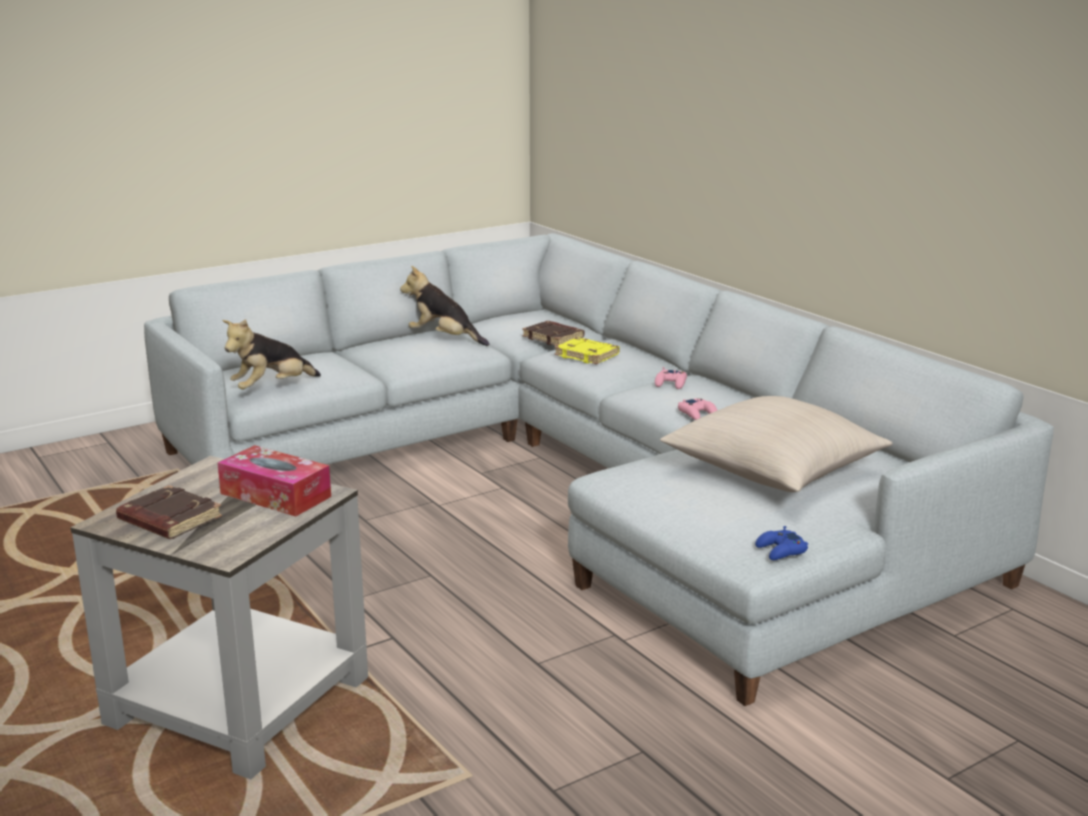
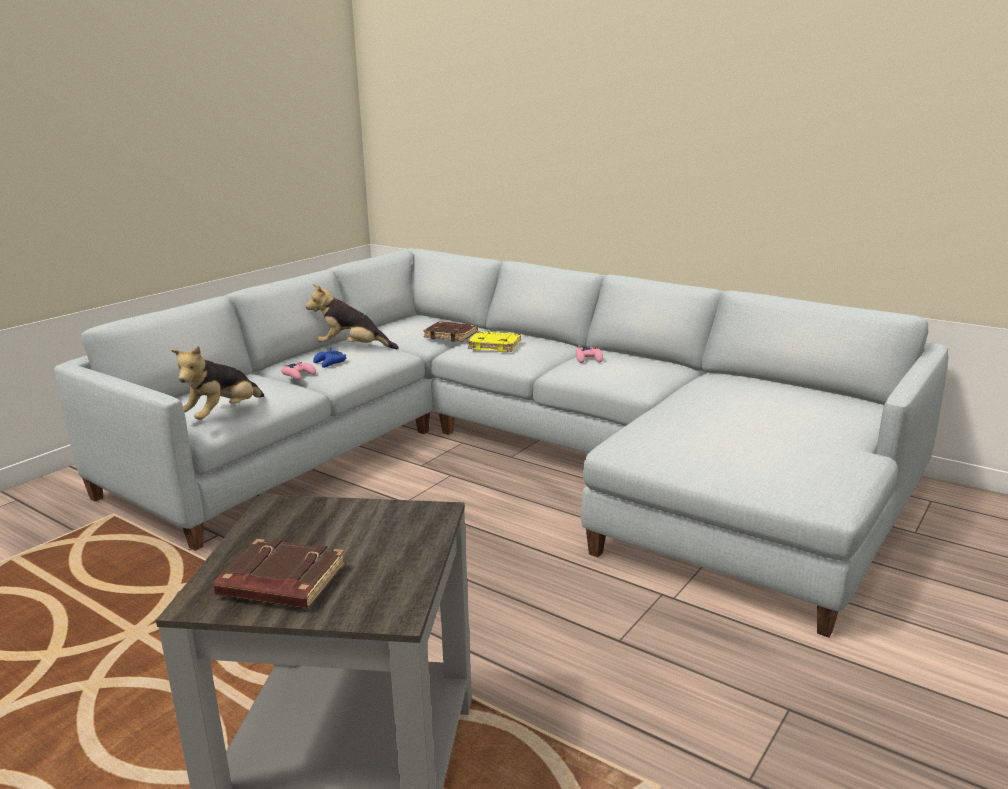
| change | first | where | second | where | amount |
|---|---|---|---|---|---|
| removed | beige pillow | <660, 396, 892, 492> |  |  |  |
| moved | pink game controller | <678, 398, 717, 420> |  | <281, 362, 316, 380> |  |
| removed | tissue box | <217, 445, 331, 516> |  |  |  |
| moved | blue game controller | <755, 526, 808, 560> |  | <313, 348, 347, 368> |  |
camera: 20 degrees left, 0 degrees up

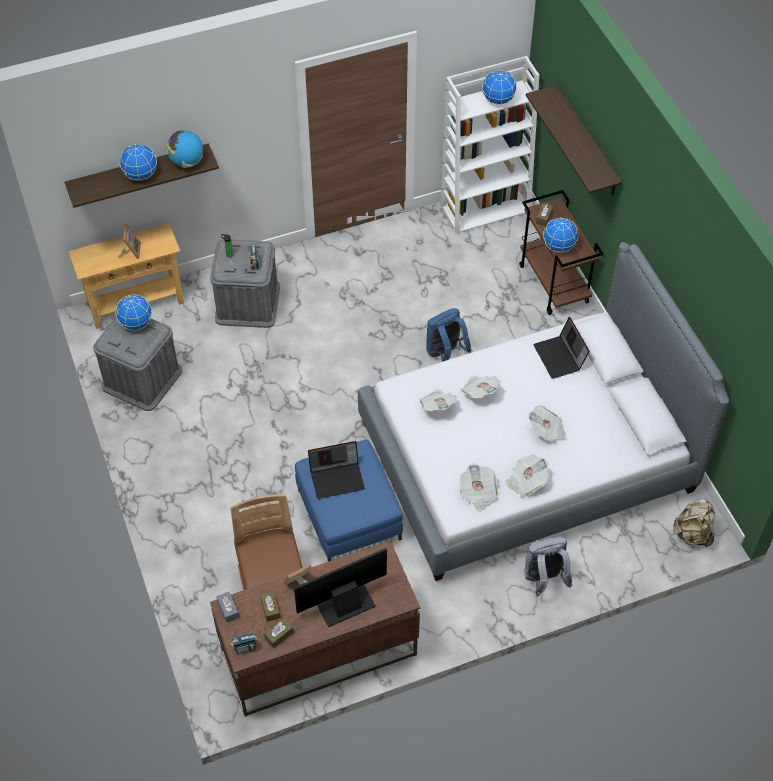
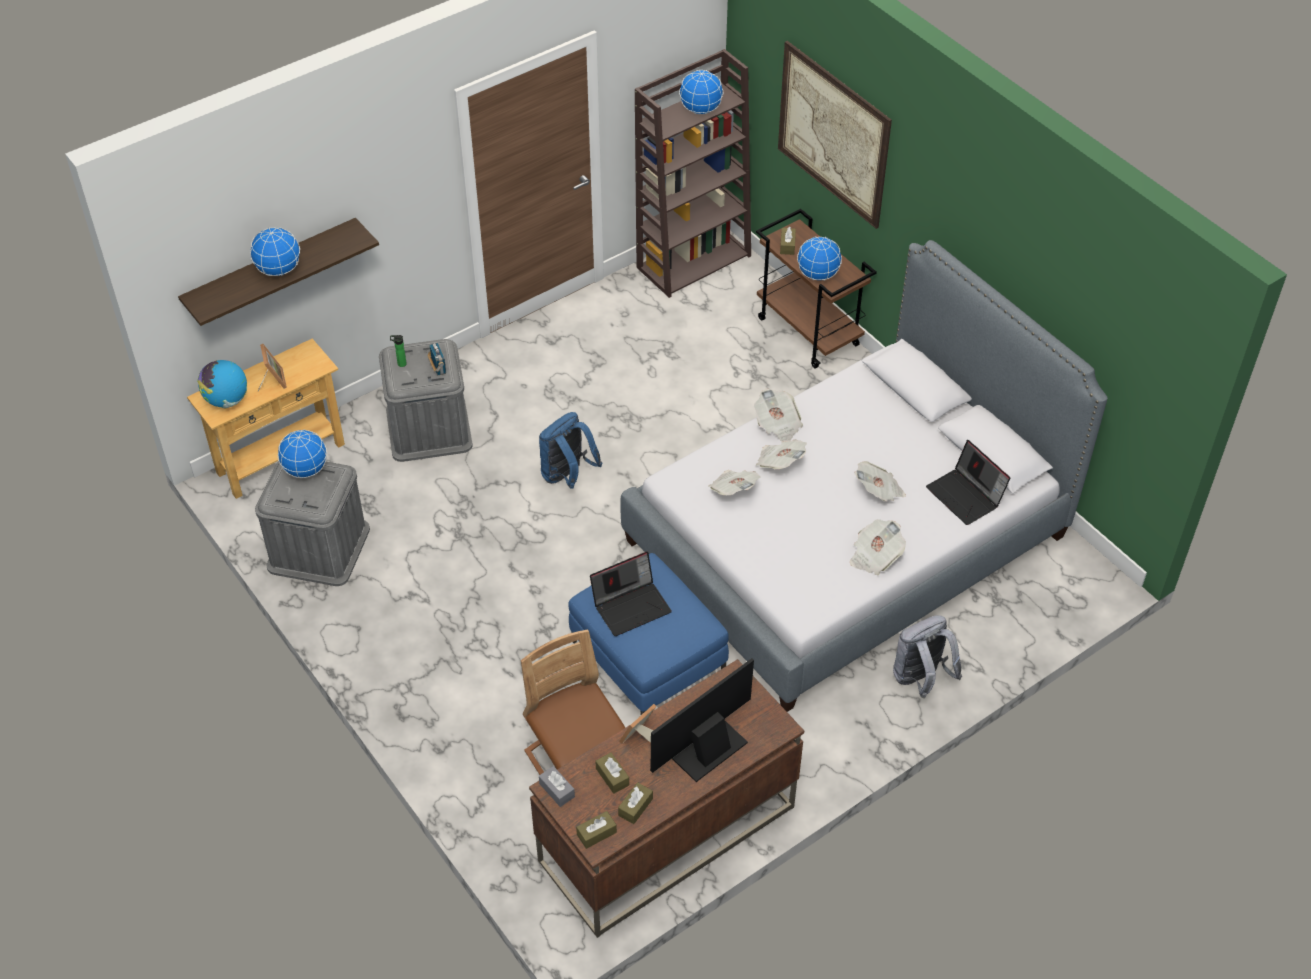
| change | first | where | second | where | amount |
|---|---|---|---|---|---|
| recoloured | white bookcase | <441, 56, 539, 235> | brown bookcase | <635, 49, 751, 298> |  |
| replaced | shelf | <526, 85, 622, 196> | picture | <778, 41, 892, 229> |  |
| moved | globe | <167, 130, 203, 168> |  | <198, 360, 247, 408> |  |
| moved | blue backpack | <426, 308, 472, 362> |  | <539, 412, 602, 489> |  |
| moved | laptop | <533, 317, 590, 379> |  | <926, 440, 1010, 525> |  |
| moved | newspaper | <460, 463, 498, 512> |  | <754, 388, 803, 442> |  |
| removed | beige backpack | <673, 499, 715, 547> |  |  |  |
| replaced | radio | <231, 633, 257, 655> | brown tissue box | <576, 811, 617, 849> |  |
camera: 15 degrees left, 5 degrees down

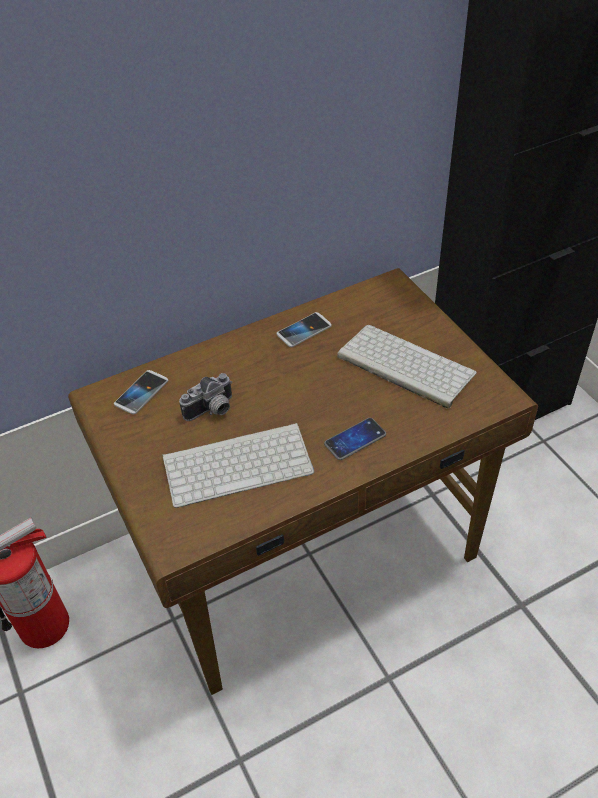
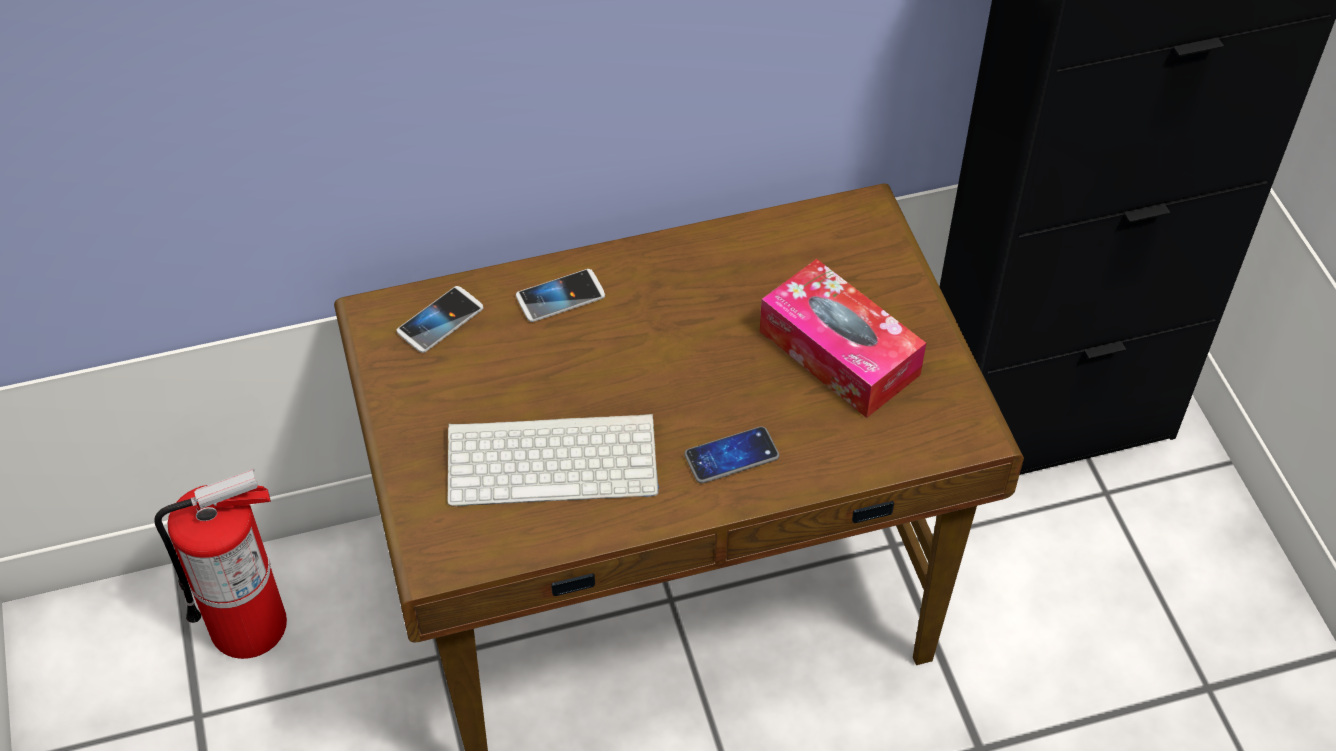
| change | first | where | second | where | amount |
|---|---|---|---|---|---|
| moved | phone | <277, 312, 332, 347> |  | <516, 269, 605, 322> |  |
| replaced | keyboard | <337, 325, 477, 408> | tissue box | <760, 259, 926, 418> |  |
| removed | photo camera | <179, 373, 232, 421> |  |  |  |
camera: 10 degrees right, 5 degrees up

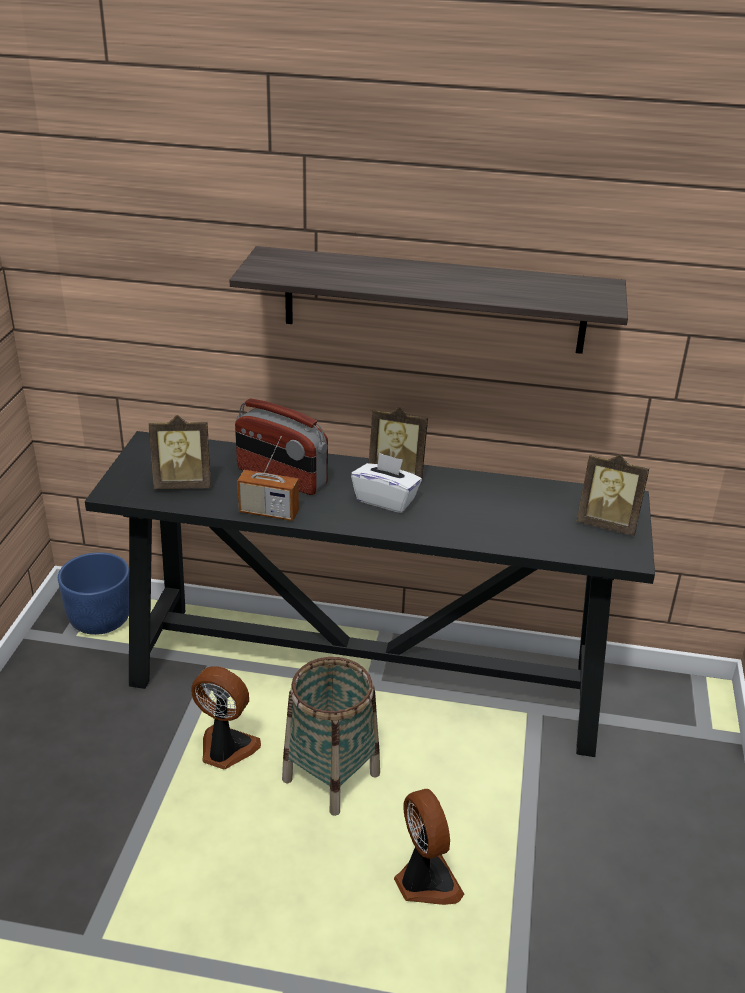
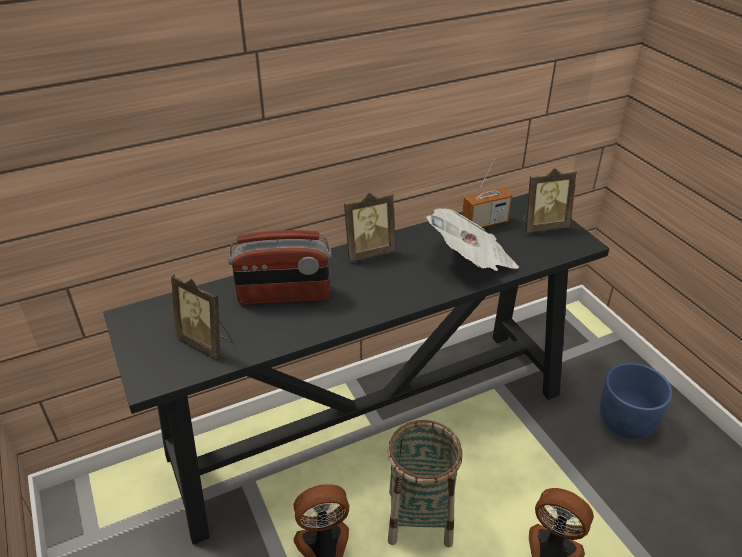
| change | first | where | second | where | amount |
|---|---|---|---|---|---|
| removed | shelf | <229, 246, 628, 354> |  |  |  |
| turned | picture frame | <149, 415, 211, 489> |  | <171, 274, 232, 358> | 75 degrees clockwise |
| moved | radio | <237, 436, 299, 521> |  | <462, 158, 513, 228> |  |
| removed | white tissue box | <351, 452, 422, 513> |  |  |  |
| moved | blue planter | <58, 552, 129, 635> |  | <600, 363, 672, 440> |  |
| added |  |  | newspaper | <426, 208, 519, 271> |  |
camera: 35 degrees left, 5 degrees up

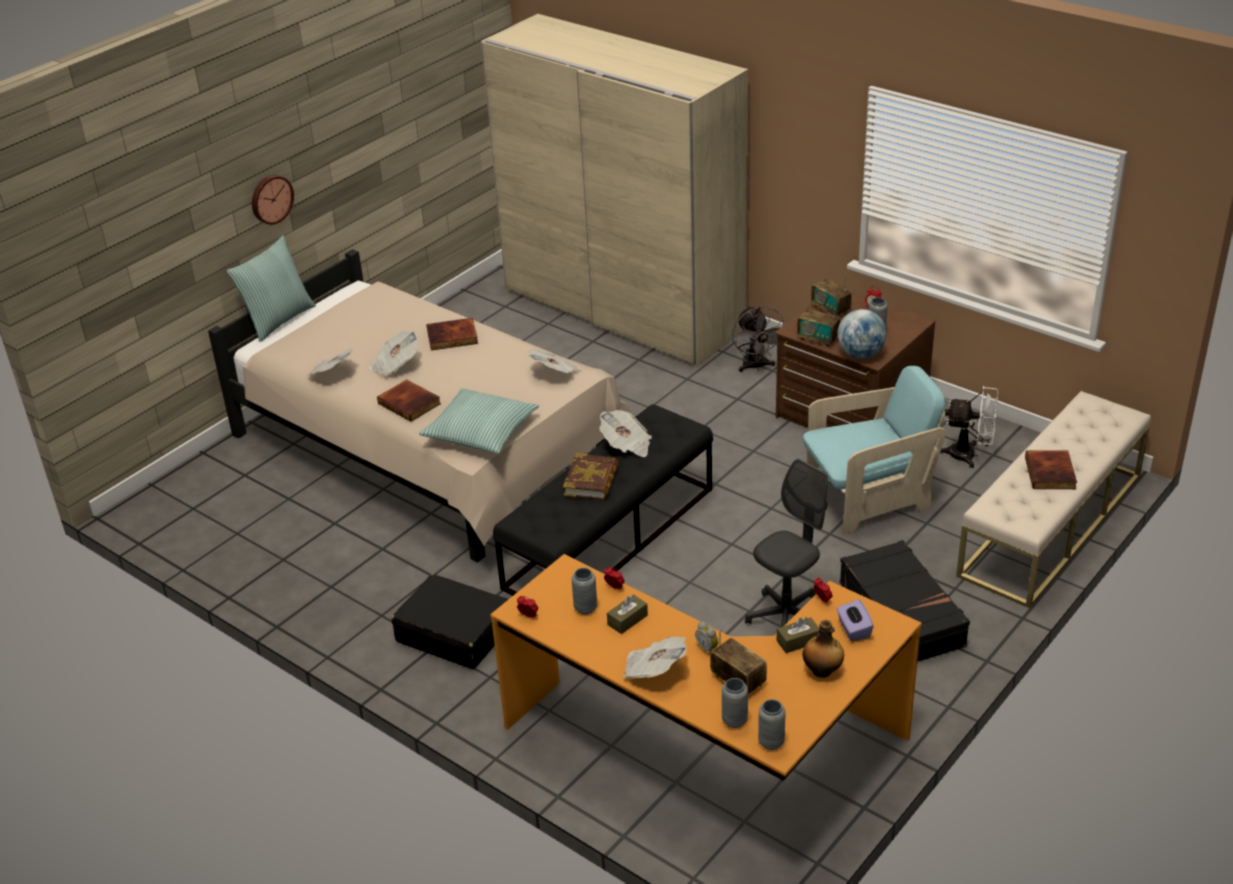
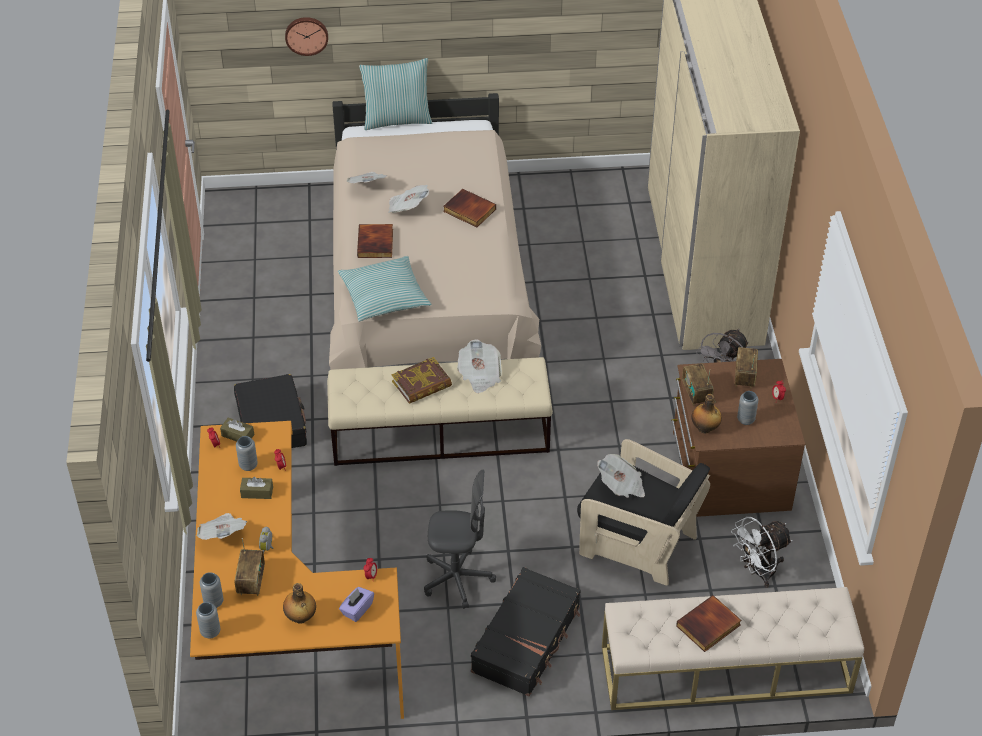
| change | first | where | second | where | amount |
|---|---|---|---|---|---|
| moved | wall clock | <252, 175, 294, 225> |  | <285, 17, 328, 56> |  |
| replaced | globe | <837, 309, 887, 358> | bottle | <692, 394, 722, 434> |  |
| moved | newspaper | <527, 349, 582, 373> |  | <597, 454, 645, 498> |  |
| recoloured | turquoise armchair | <803, 366, 946, 534> | black armchair | <577, 439, 710, 586> |  |
| turned | white fan | <940, 386, 998, 468> |  | <731, 517, 793, 588> | 90 degrees clockwise |
| recoloured | black bench | <493, 404, 713, 596> | beige bench | <327, 357, 553, 466> |  |
| moved | brown tissue box | <777, 617, 819, 653> |  | <220, 418, 254, 442> |  |
camera: 45 degrees right, 10 degrees up

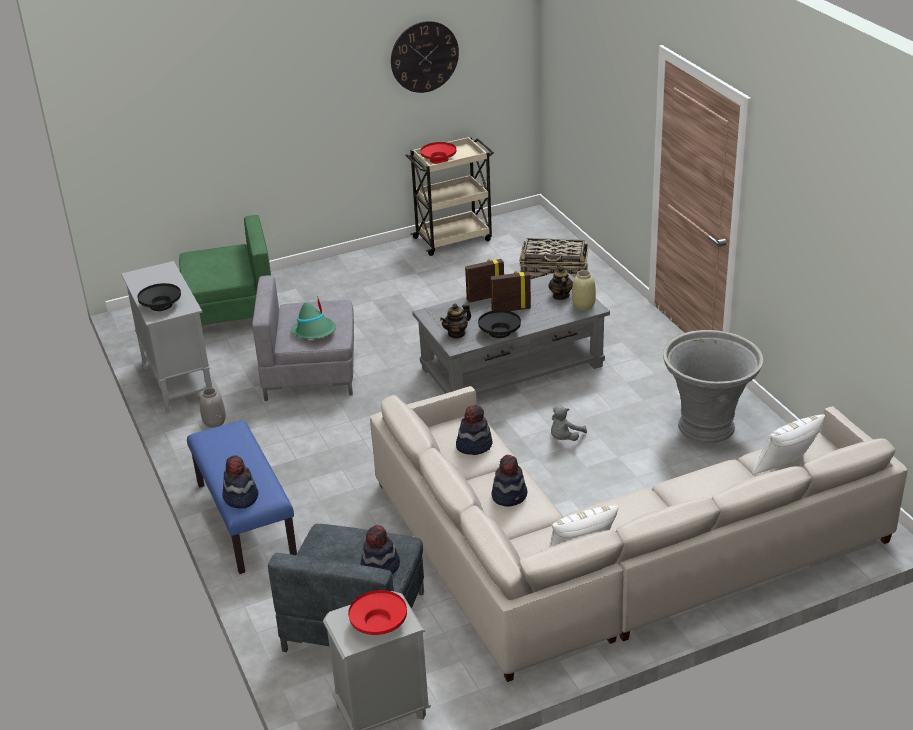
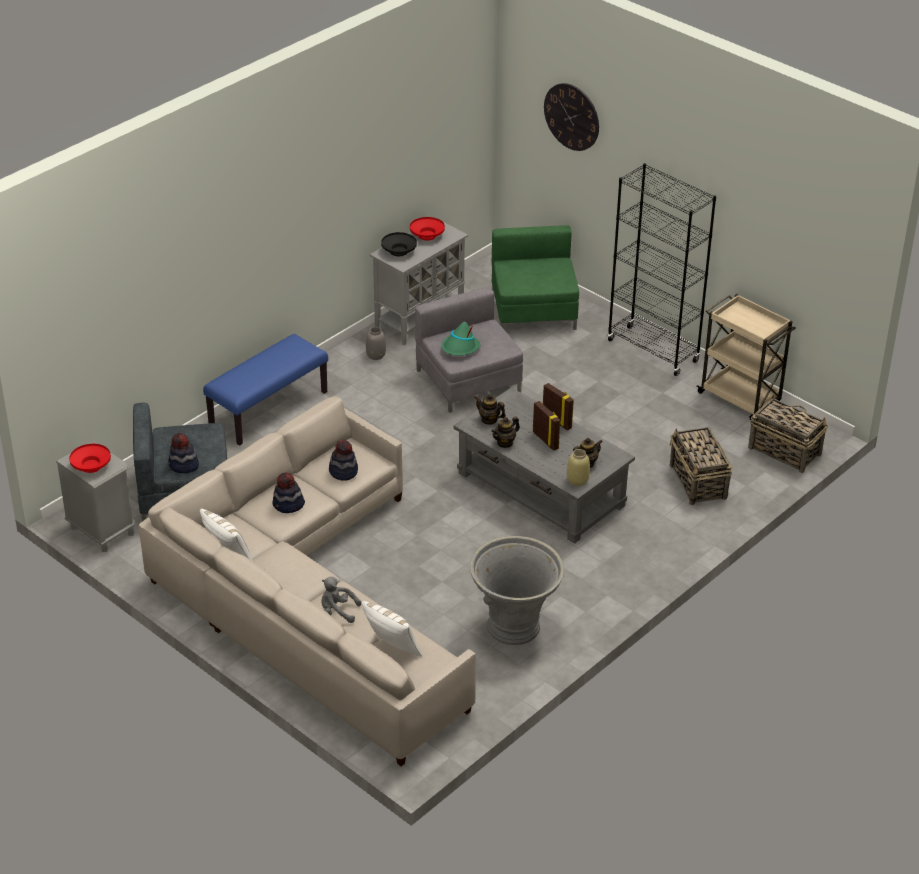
| change | first | where | second | where | amount |
|---|---|---|---|---|---|
| moved | wall clock | <391, 21, 459, 93> |  | <544, 83, 599, 151> |  |
| moved | red bowl | <420, 142, 456, 164> |  | <410, 217, 445, 240> |  |
| turned | green armchair | <179, 215, 271, 327> |  | <492, 225, 579, 330> | 150 degrees counterclockwise |
| replaced | black bowl | <478, 310, 521, 338> | teapot | <491, 417, 520, 448> |  |
| moved | grey plush toy | <551, 405, 587, 441> |  | <321, 577, 361, 623> |  |
| removed | hat | <222, 455, 258, 508> |  |  |  |
| added |  |  | black bookcase | <607, 163, 716, 376> |  |
| added |  |  | basket | <748, 394, 828, 473> |  |
camera: 65 degrees right, 5 degrees up

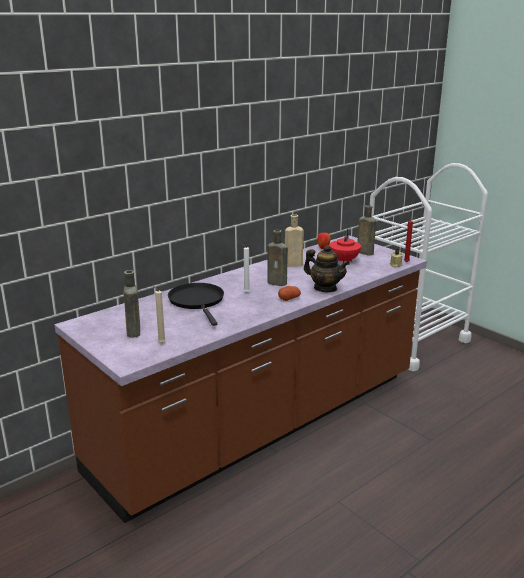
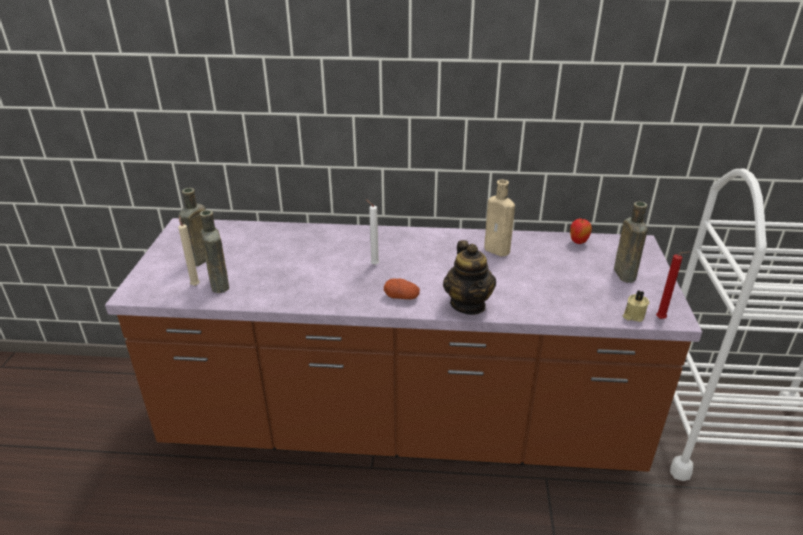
| change | first | where | second | where | amount |
|---|---|---|---|---|---|
| removed | red teapot | <329, 229, 361, 263> |  |  |  |
| moved | brown bottle | <267, 230, 288, 286> |  | <200, 210, 229, 293> |  |
| removed | black frying pan | <168, 283, 224, 326> |  |  |  |
camera: 45 degrees right, 10 degrees up

